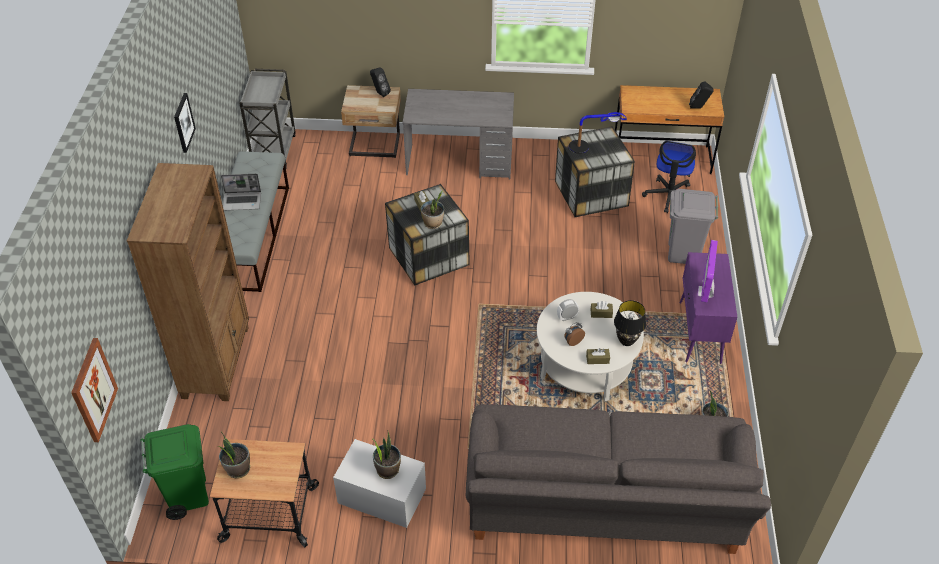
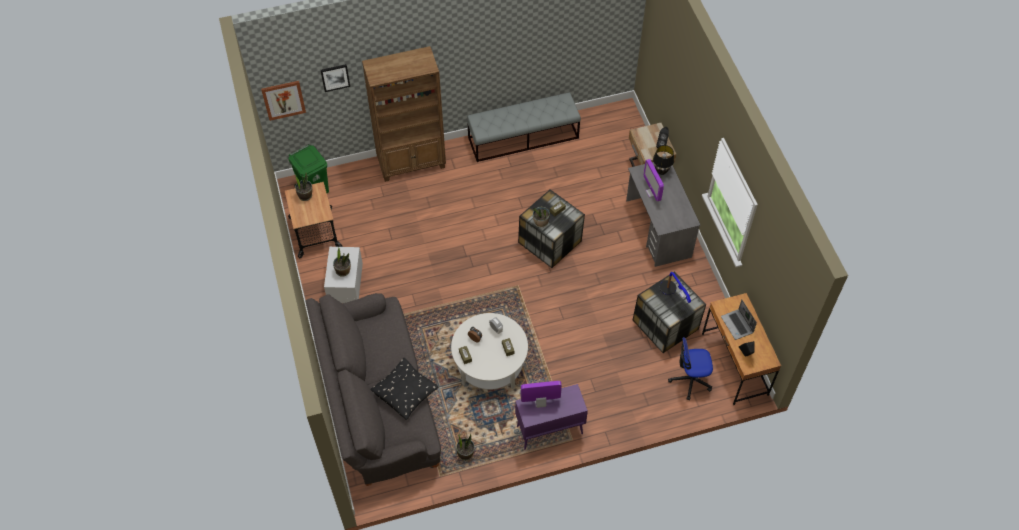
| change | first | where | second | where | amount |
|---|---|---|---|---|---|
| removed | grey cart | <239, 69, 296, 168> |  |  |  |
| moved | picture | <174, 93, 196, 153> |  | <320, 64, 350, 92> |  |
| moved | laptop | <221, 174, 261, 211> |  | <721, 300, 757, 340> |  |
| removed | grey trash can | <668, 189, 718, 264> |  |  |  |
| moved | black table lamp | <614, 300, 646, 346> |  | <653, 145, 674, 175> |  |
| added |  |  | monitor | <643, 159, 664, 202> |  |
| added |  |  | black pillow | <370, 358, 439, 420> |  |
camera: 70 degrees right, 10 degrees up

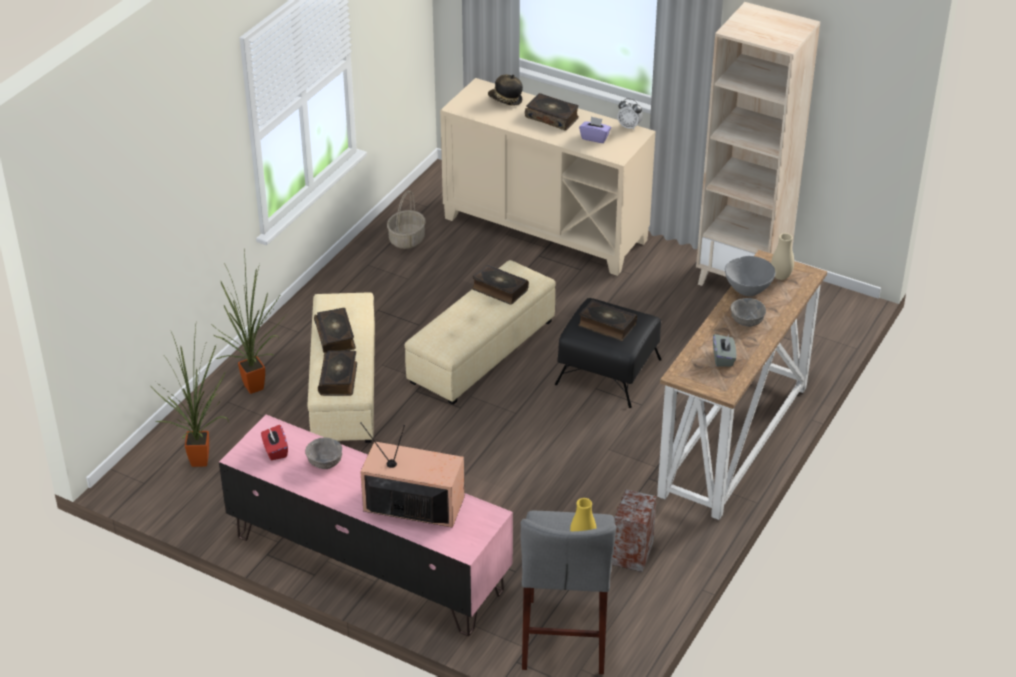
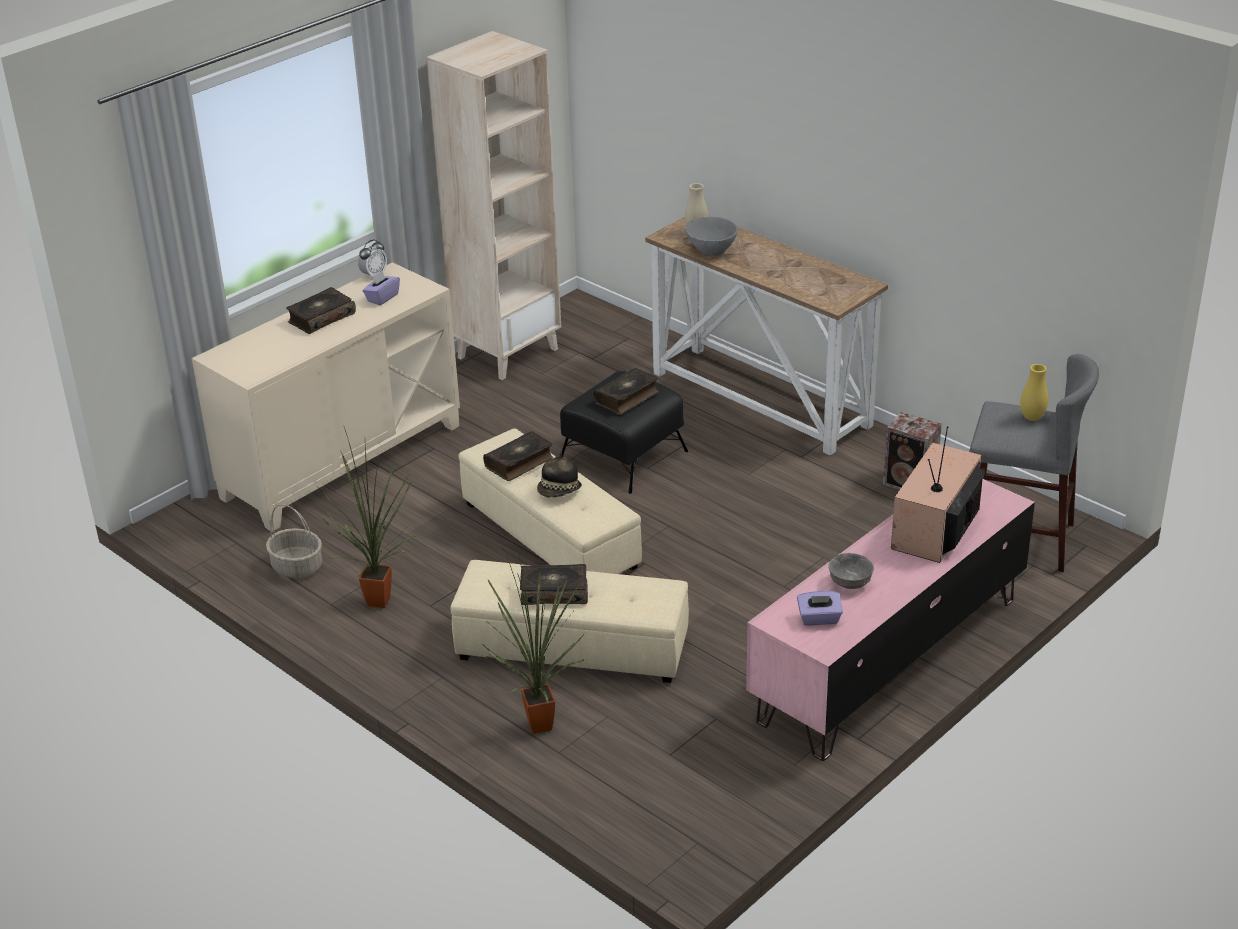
| change | first | where | second | where | amount |
|---|---|---|---|---|---|
| moved | hat | <488, 74, 523, 106> |  | <537, 453, 582, 497> |  |
| removed | grey bowl | <730, 298, 766, 327> |  |  |  |
| moved | potted plant | <151, 326, 229, 467> |  | <317, 425, 415, 608> |  |
| removed | grey tissue box | <713, 334, 736, 367> |  |  |  |
| removed | book | <318, 350, 357, 396> |  |  |  |
| recoloured | red tissue box | <261, 425, 288, 460> | purple tissue box | <797, 591, 843, 626> |  |
camera: 75 degrees left, 5 degrees down

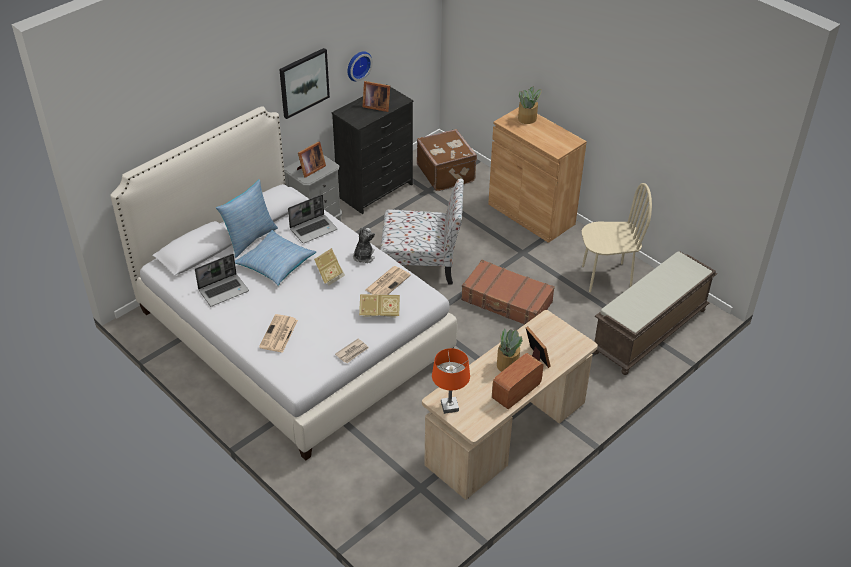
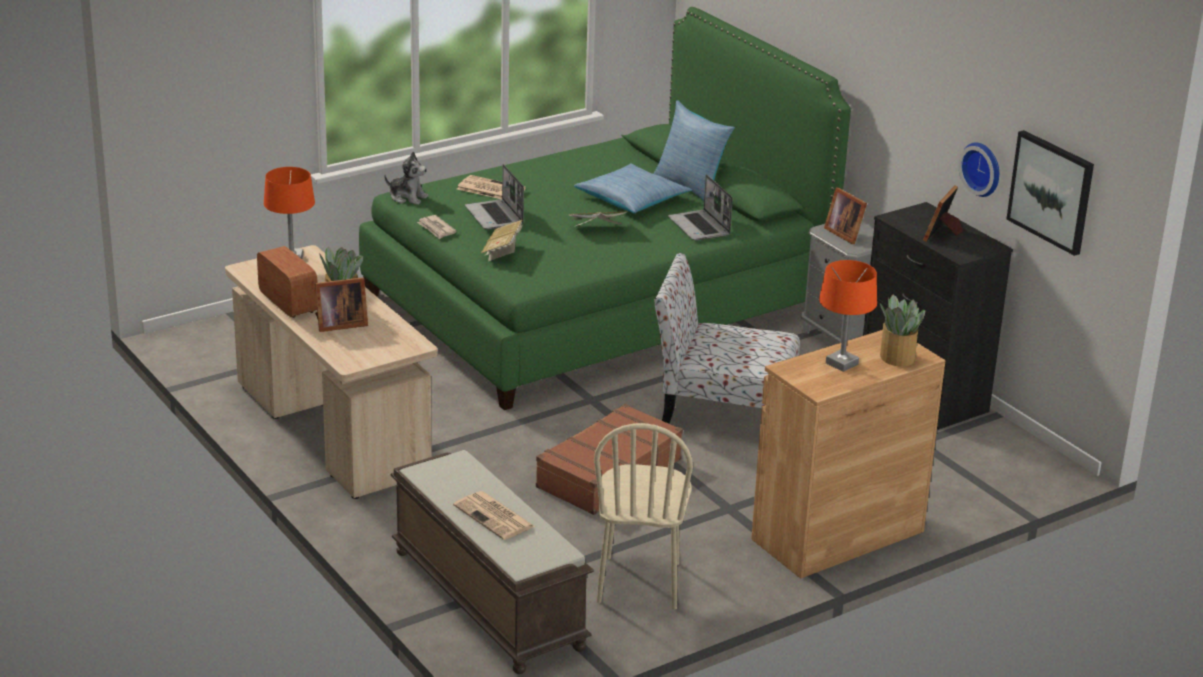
| change | first | where | second | where | amount |
|---|---|---|---|---|---|
| moved | picture | <279, 48, 330, 119> |  | <1006, 130, 1094, 256> |  |
| recoloured | white bed | <110, 106, 457, 460> | green bed | <359, 7, 851, 410> |  |
| removed | brown suitcase | <417, 129, 477, 191> |  |  |  |
| turned | chair | <380, 178, 464, 285> |  | <654, 253, 800, 424> | 90 degrees clockwise |
| moved | plush toy | <353, 228, 375, 263> |  | <384, 152, 428, 205> |  |
| moved | laptop | <195, 254, 249, 306> |  | <465, 164, 524, 230> |  |
| moved | newspaper | <365, 266, 411, 295> |  | <453, 491, 535, 540> |  |
| added |  |  | orange table lamp | <819, 260, 877, 372> |  |
camera: 100 degrees right, 15 degrees down

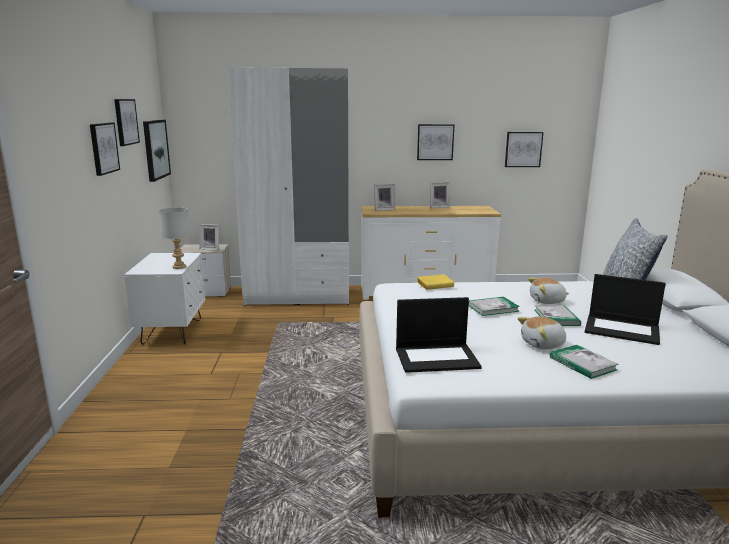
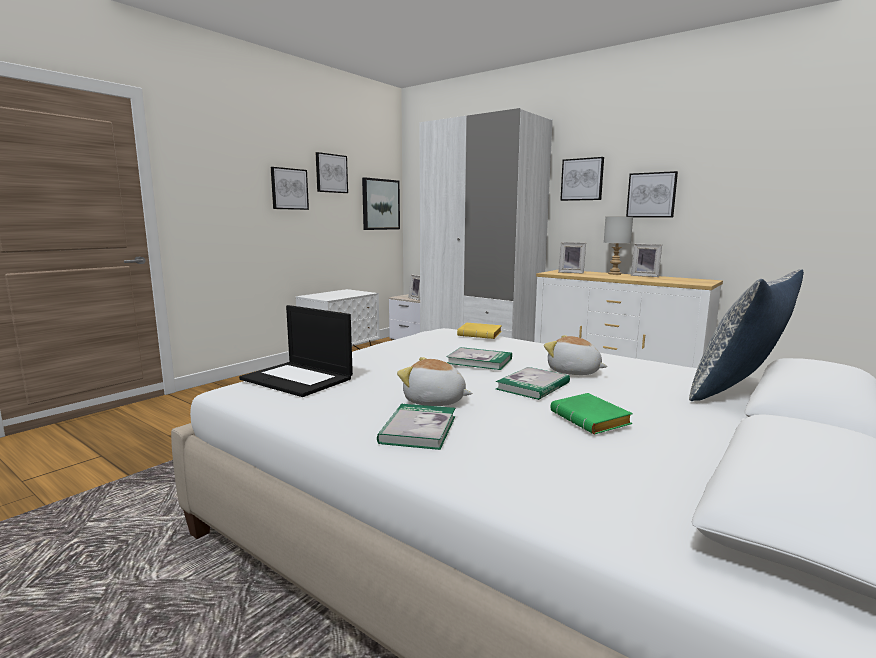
| change | first | where | second | where | amount |
|---|---|---|---|---|---|
| moved | picture | <505, 132, 544, 167> |  | <560, 157, 604, 201> |  |
| moved | grey table lamp | <159, 207, 190, 269> |  | <604, 217, 633, 275> |  |
| replaced | laptop | <585, 274, 666, 345> | green book | <550, 393, 633, 434> |  |
camera: 40 degrees right, 5 degrees down

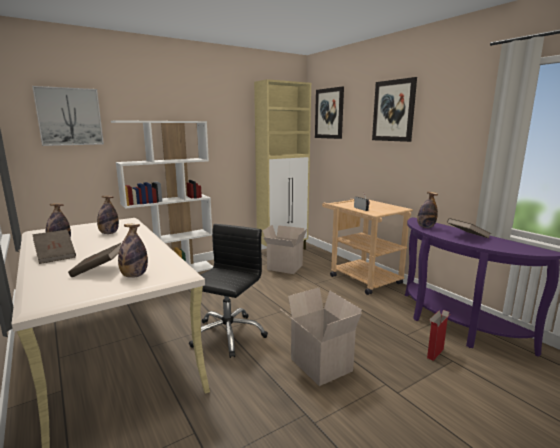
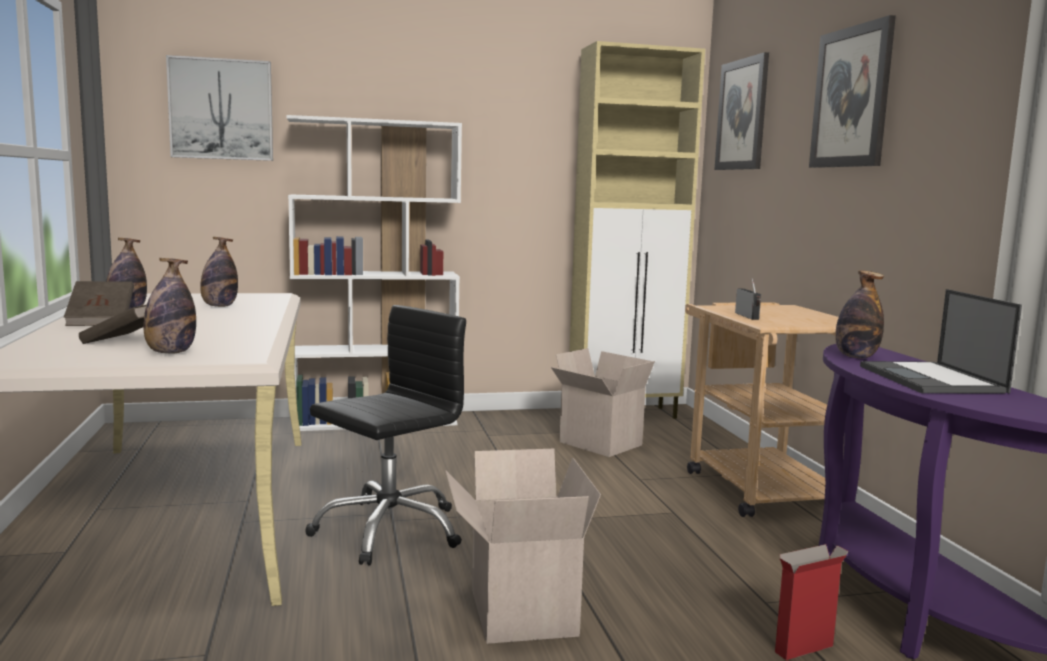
| change | first | where | second | where | amount |
|---|---|---|---|---|---|
| replaced | brown book | <447, 218, 491, 238> | laptop | <860, 289, 1022, 394> |  |
camera: 20 degrees right, 5 degrees down

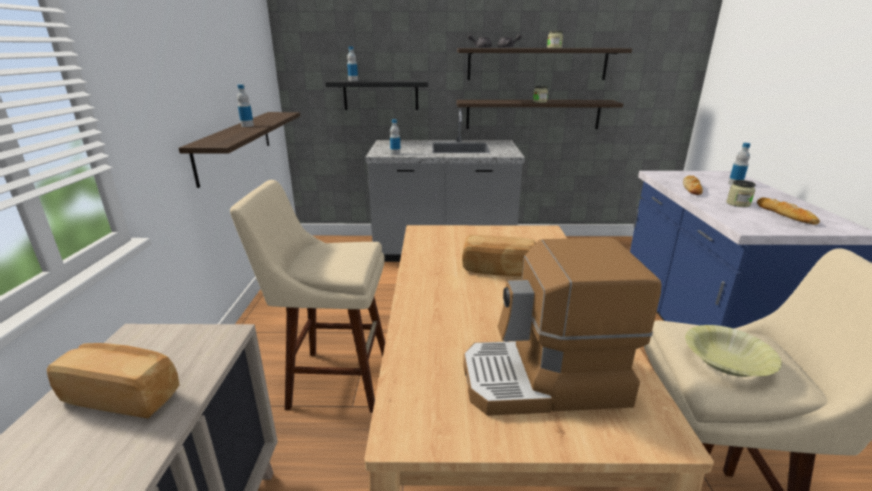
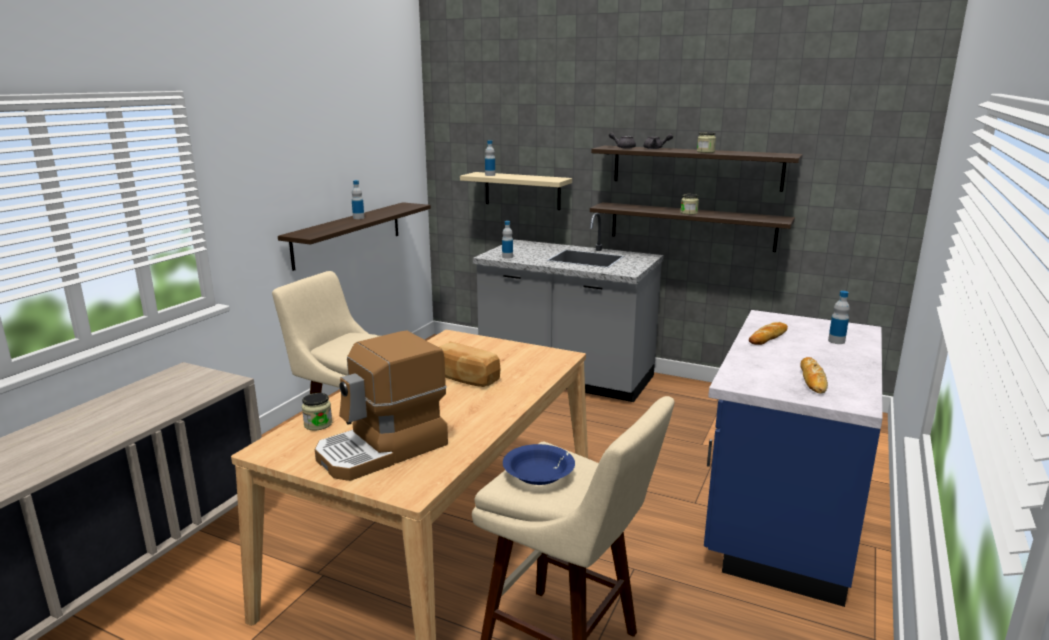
| change | first | where | second | where | amount |
|---|---|---|---|---|---|
| recoloured | black shelf | <325, 80, 429, 110> | beige shelf | <460, 172, 572, 210> |  |
| moved | jar | <726, 180, 756, 207> |  | <302, 393, 332, 431> |  |
| turned | coffee machine | <463, 238, 662, 416> |  | <315, 331, 448, 481> | 60 degrees counterclockwise |
| recoloured | yellow bowl | <685, 325, 782, 377> | blue bowl | <503, 444, 575, 485> |  |
| removed | bread | <47, 343, 179, 418> |  |  |  |
camera: 25 degrees right, 5 degrees down

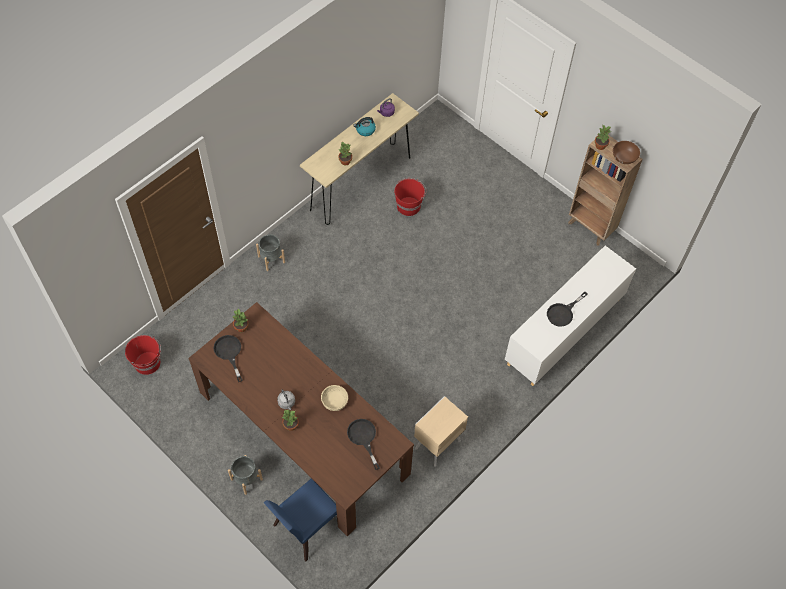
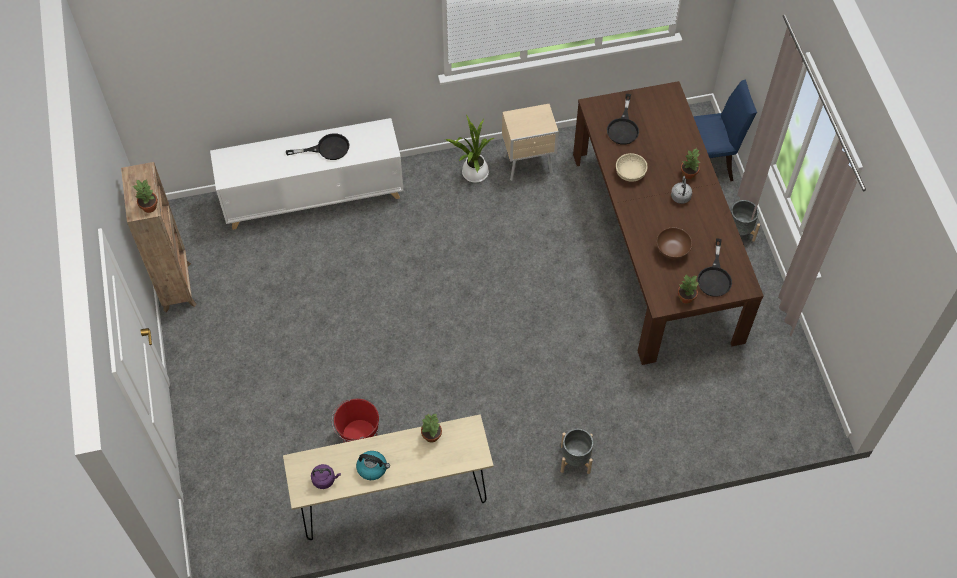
| change | first | where | second | where | amount |
|---|---|---|---|---|---|
| moved | brown bowl | <613, 141, 640, 164> |  | <656, 227, 692, 259> |  |
| removed | red bucket | <125, 335, 161, 375> |  |  |  |
| added |  |  | potted plant | <444, 115, 494, 183> |  |
camera: 145 degrees left, 0 degrees up

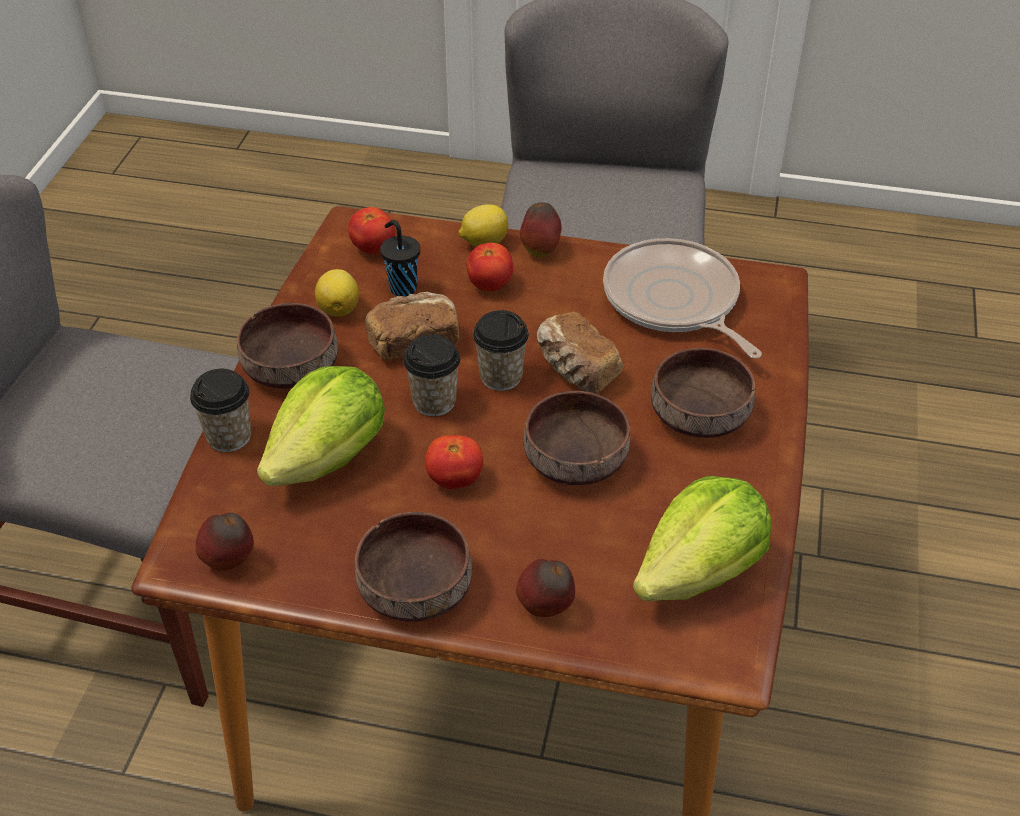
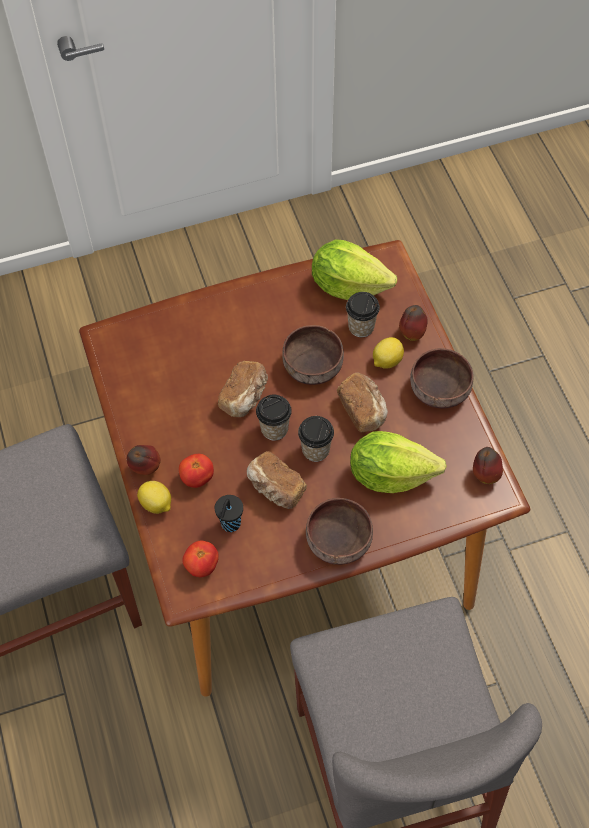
| change | first | where | second | where | amount |
|---|---|---|---|---|---|
| removed | frying pan | <603, 238, 762, 359> |  |  |  |
| moved | lemon | <315, 269, 359, 317> |  | <373, 337, 404, 369> |  |
| removed | brown bowl | <651, 348, 755, 438> |  |  |  |
| moved | cup | <190, 369, 251, 452> |  | <346, 292, 380, 337> |  |
| replaced | tomato | <425, 435, 483, 489> | bread | <337, 373, 388, 432> |  |
camera: 120 degrees left, 15 degrees up

